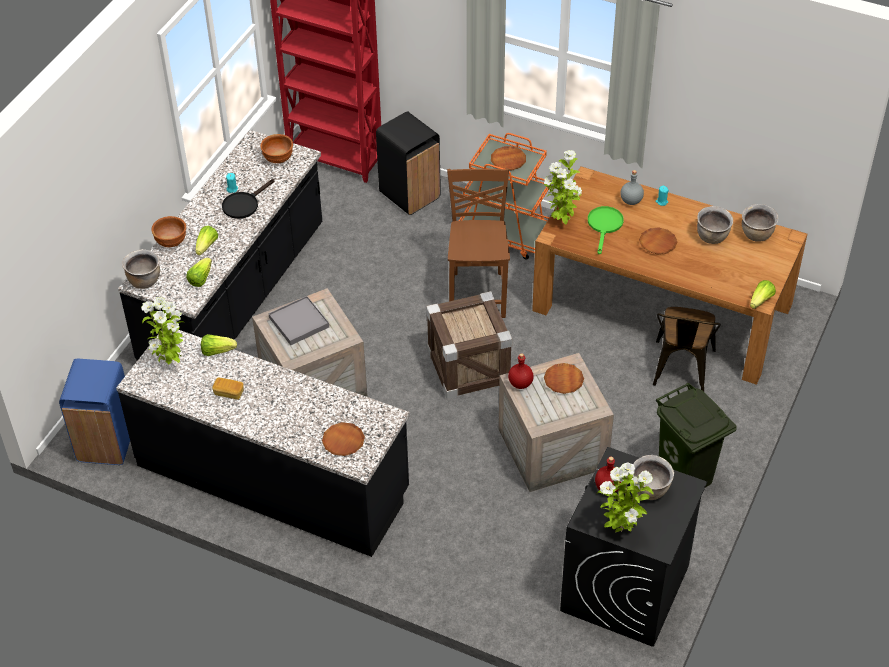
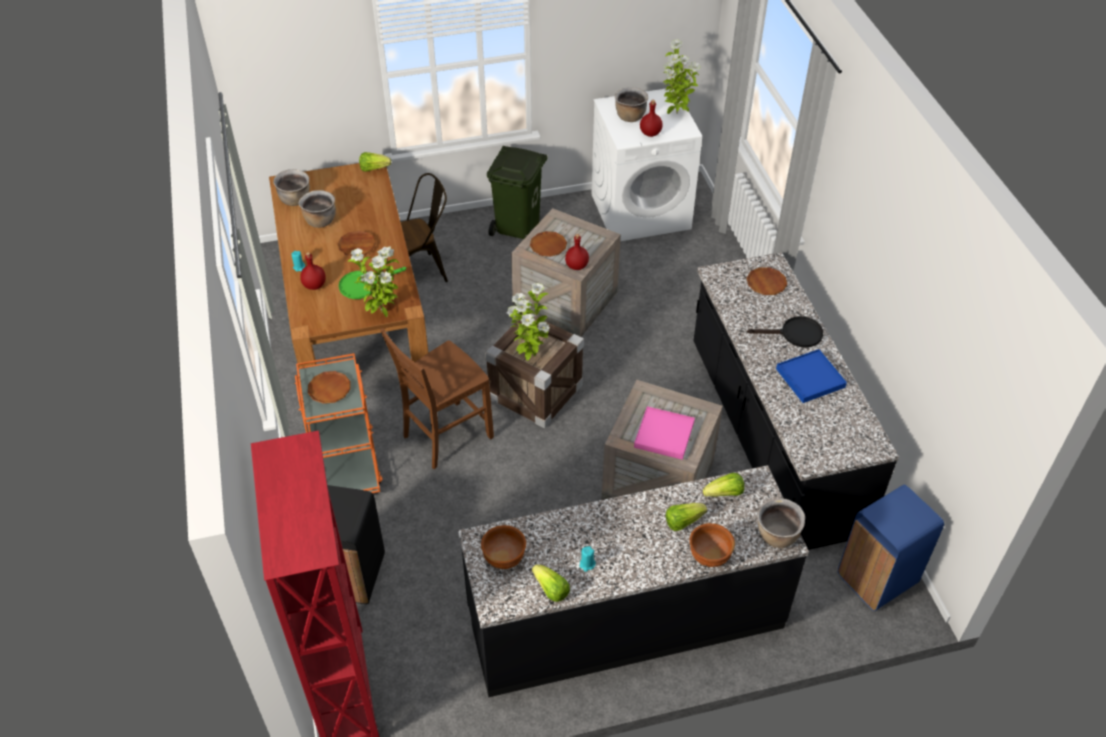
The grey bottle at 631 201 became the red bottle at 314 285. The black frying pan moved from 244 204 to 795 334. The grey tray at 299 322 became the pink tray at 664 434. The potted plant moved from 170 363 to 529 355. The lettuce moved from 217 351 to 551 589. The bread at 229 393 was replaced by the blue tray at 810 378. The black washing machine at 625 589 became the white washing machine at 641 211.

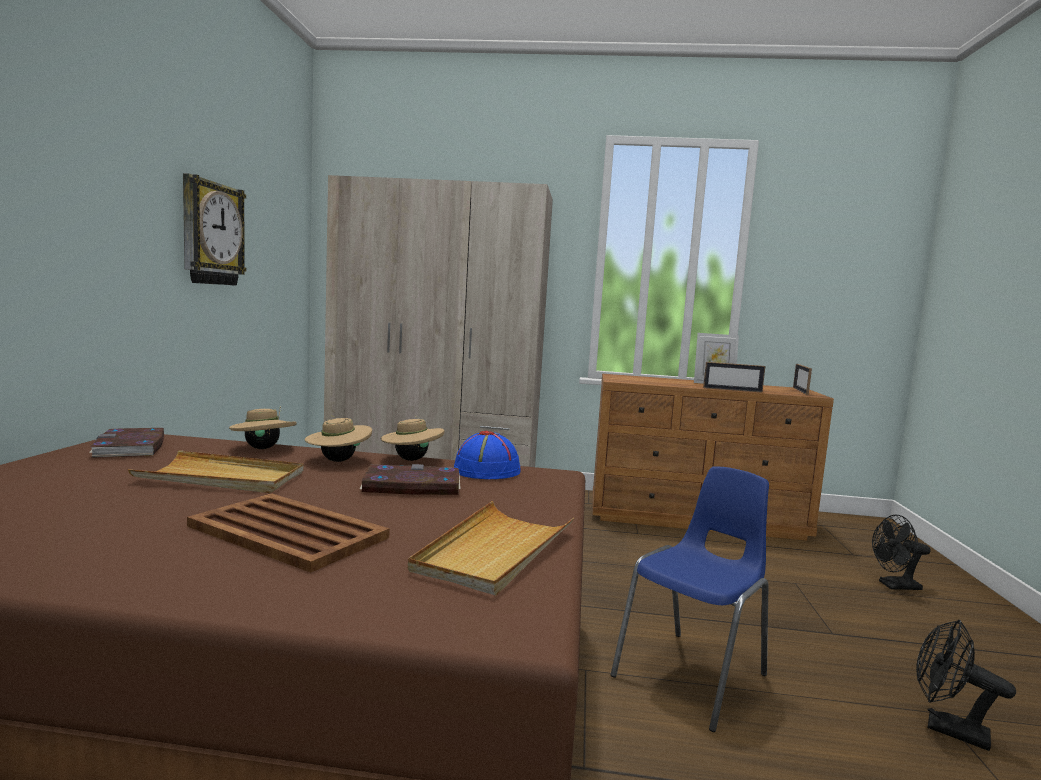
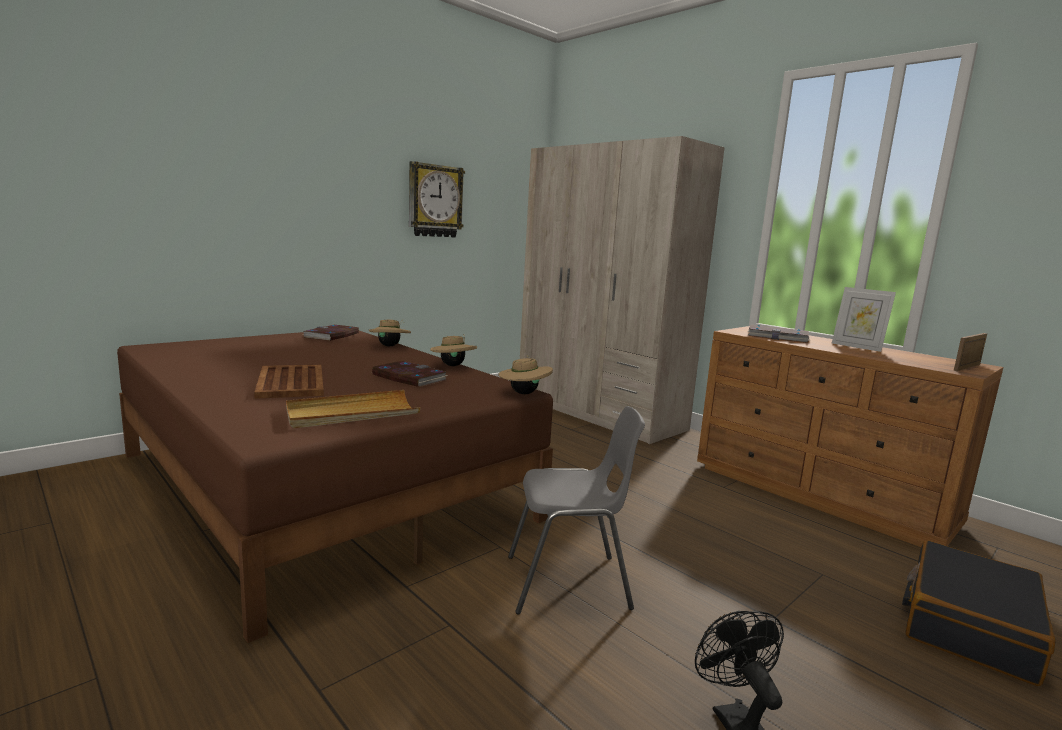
The picture frame at 732 390 disappeared. The beige hat moved from 338 460 to 524 393. The blue hat at 487 470 disappeared. The beige tray at 222 478 disappeared. The blue chair at 693 676 became the grey chair at 569 583. The black fan at 894 586 was replaced by the black suitcase at 968 625. The book at 778 337 appeared.

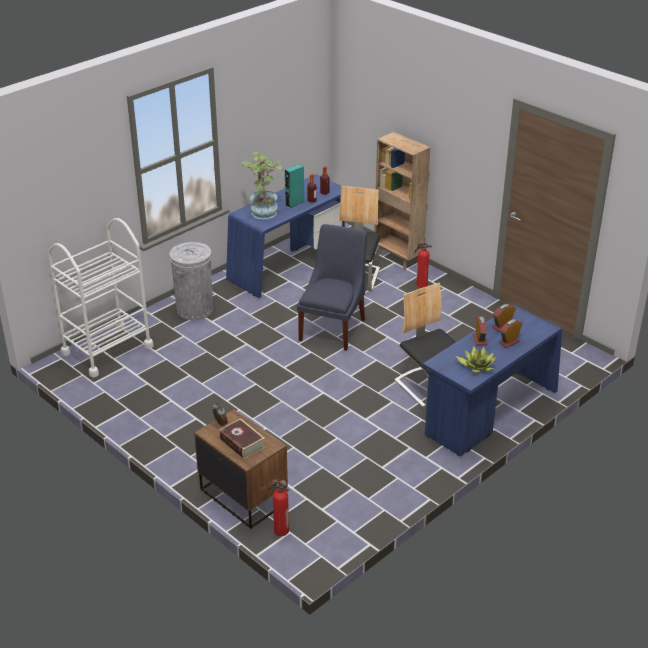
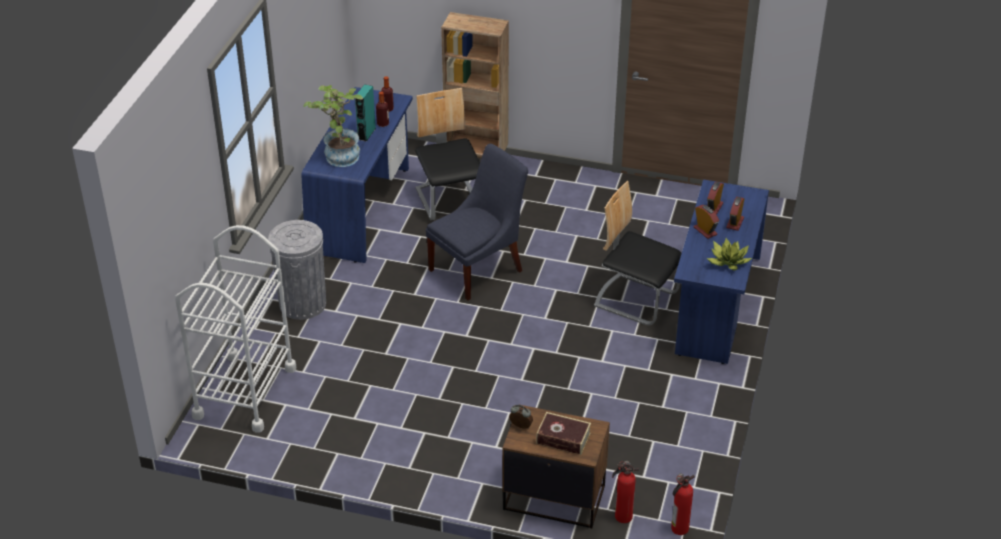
The blue chair at 334 328 turned 60 degrees clockwise. The fire extinguisher moved from 420 284 to 678 529.

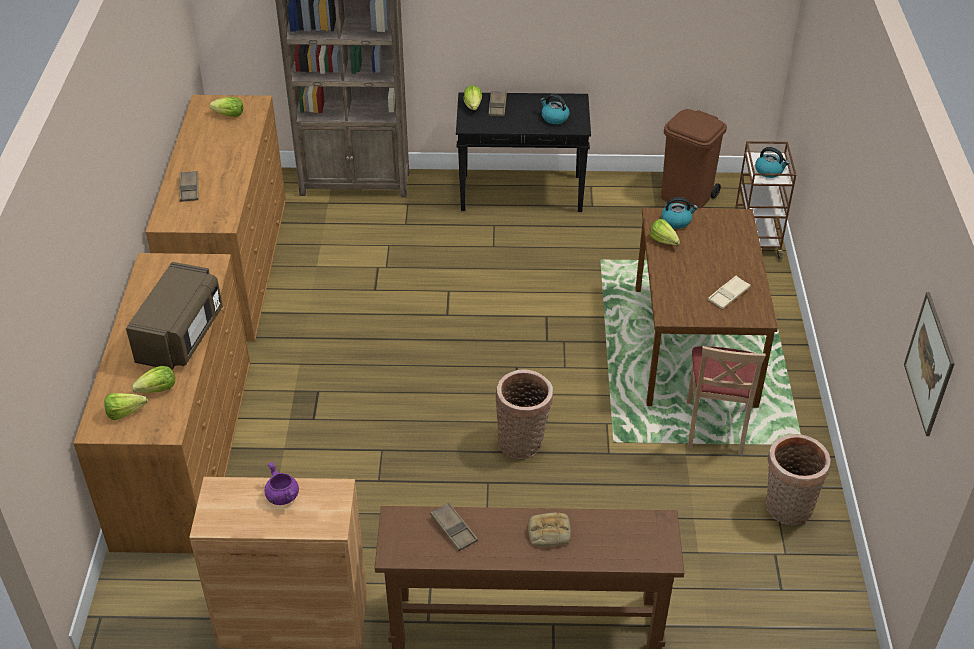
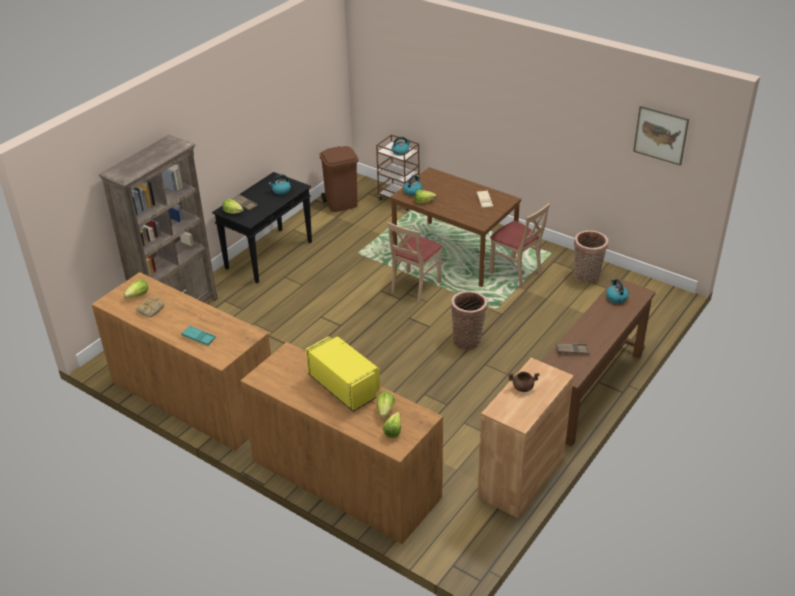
The brown tray at 189 189 became the turquoise tray at 198 337. The brown microwave at 181 336 became the yellow microwave at 345 386. The purple cooking pot at 282 496 became the brown cooking pot at 522 387. The bread moved from 548 533 to 150 309. The beige chair at 415 286 appeared. The kettle at 616 297 appeared.

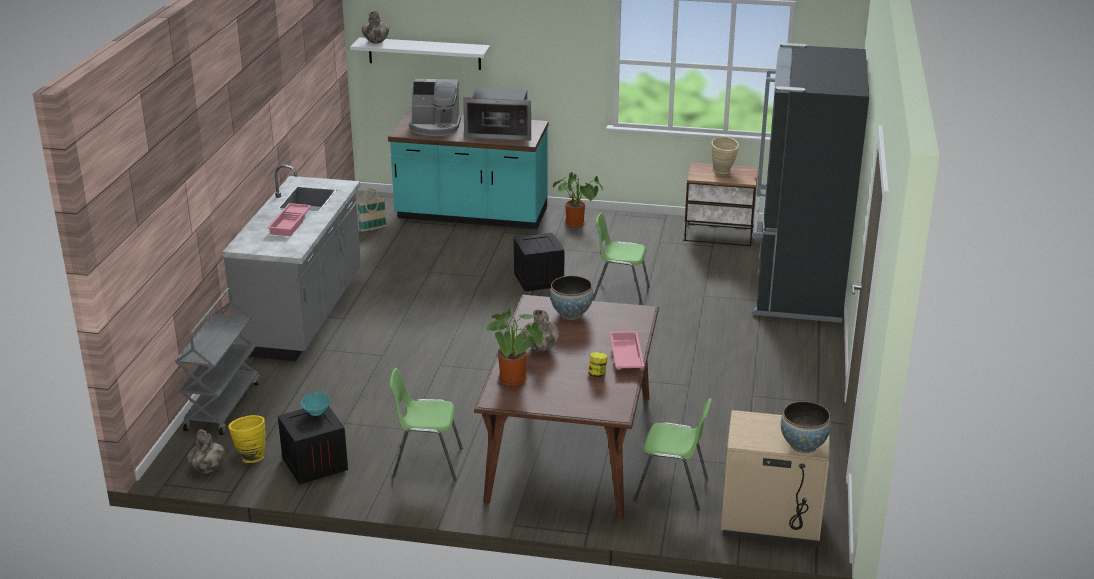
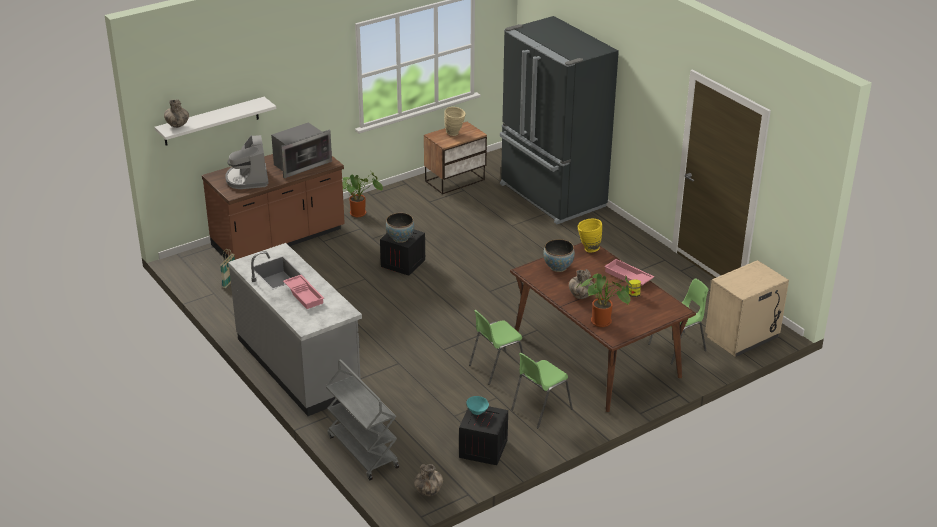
The coffee machine at 435 127 turned 120 degrees clockwise. The turquoise counter at 471 214 became the brown counter at 279 239. The green chair moved from 620 294 to 497 367. The bowl moved from 803 445 to 400 238. The yellow vase moved from 250 457 to 588 249.

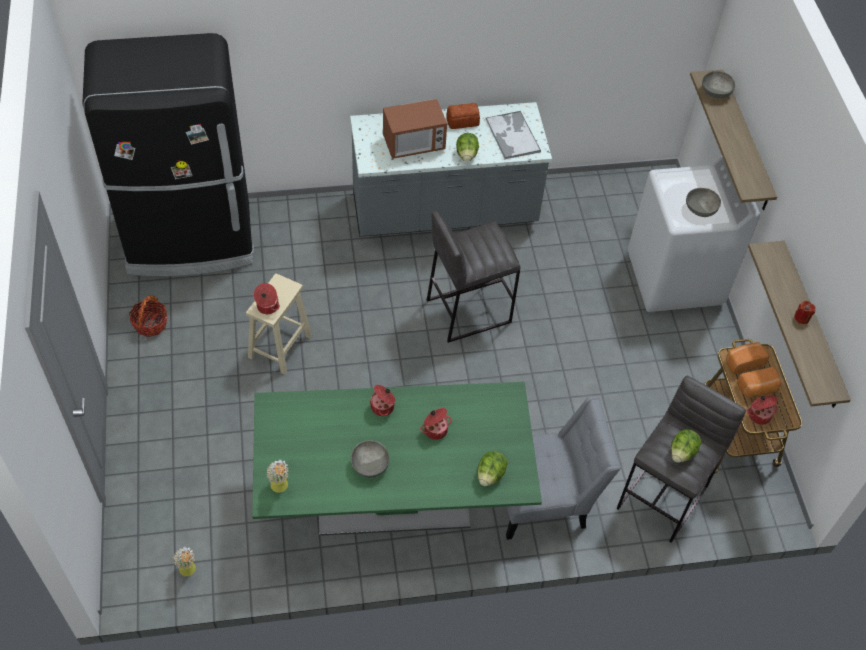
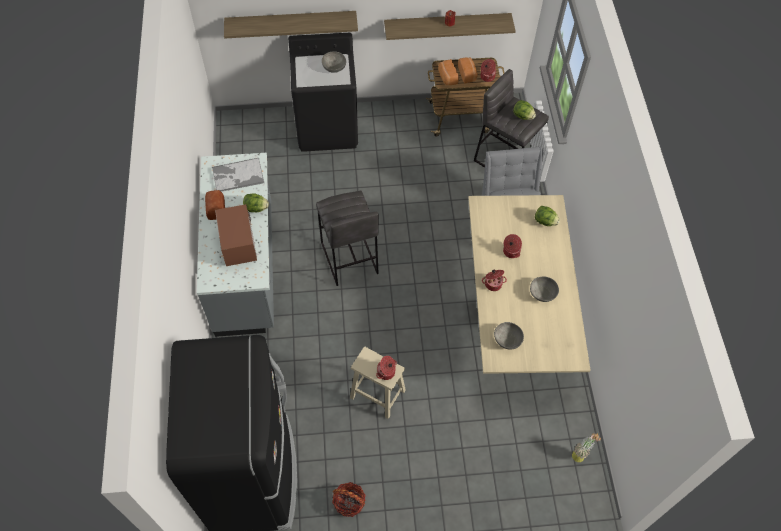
The grey bowl moved from 715 92 to 507 340. The white washing machine at 674 278 became the black washing machine at 327 127. The green dining table at 393 499 became the beige dining table at 513 316. The potted plant at 281 488 disappeared.

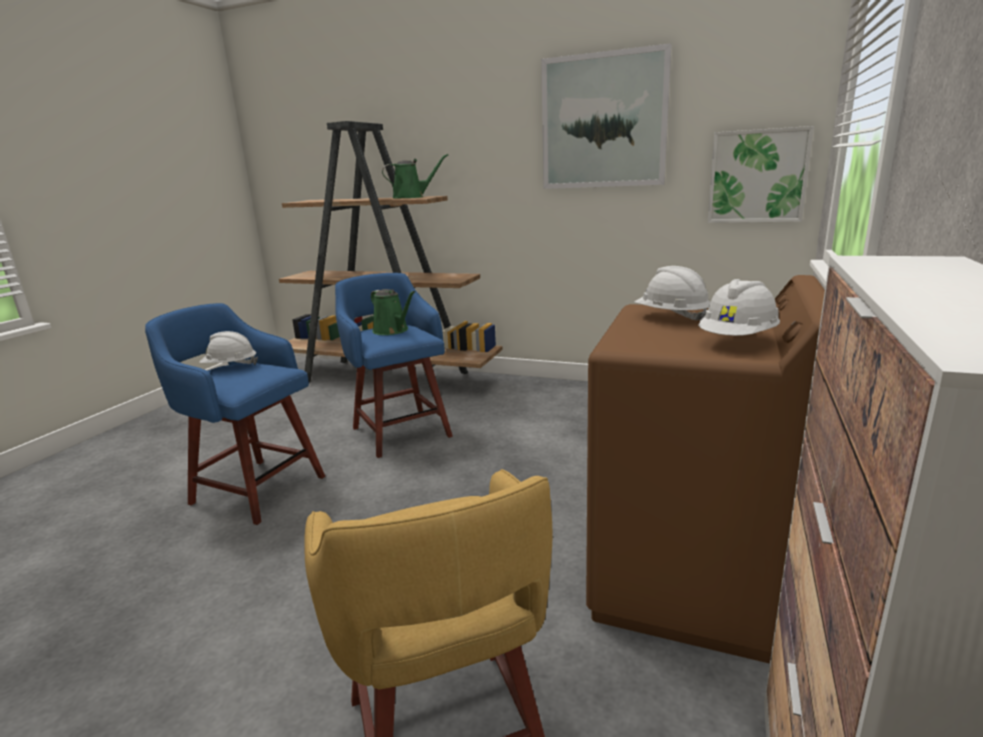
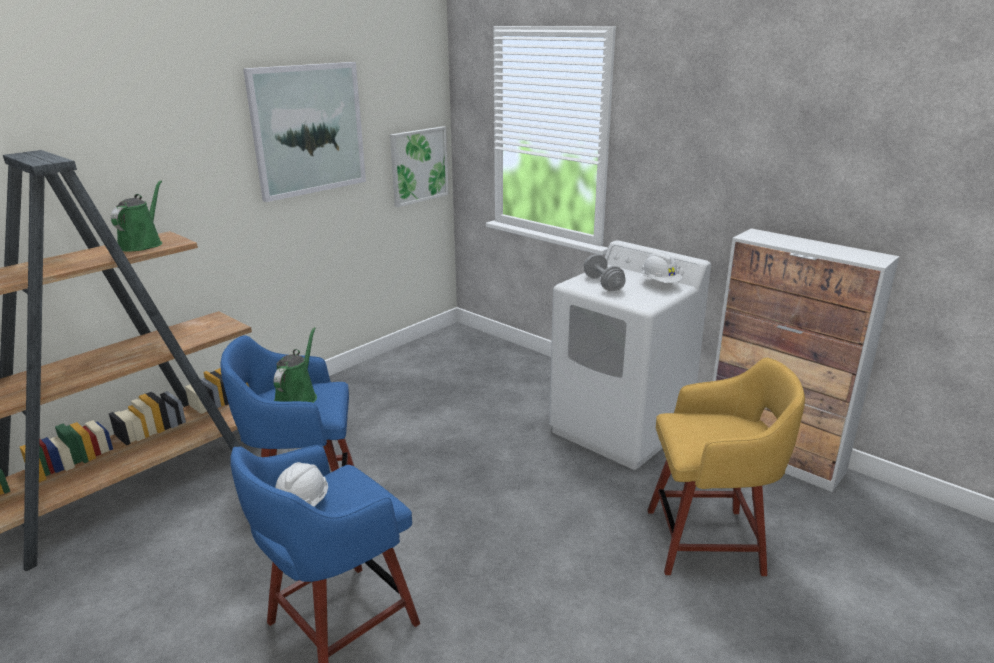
The white hard hat at 671 318 was replaced by the grey dumbbell at 603 284. The brown washing machine at 690 583 became the white washing machine at 620 429. The green watering can at 392 331 turned 60 degrees counterclockwise.

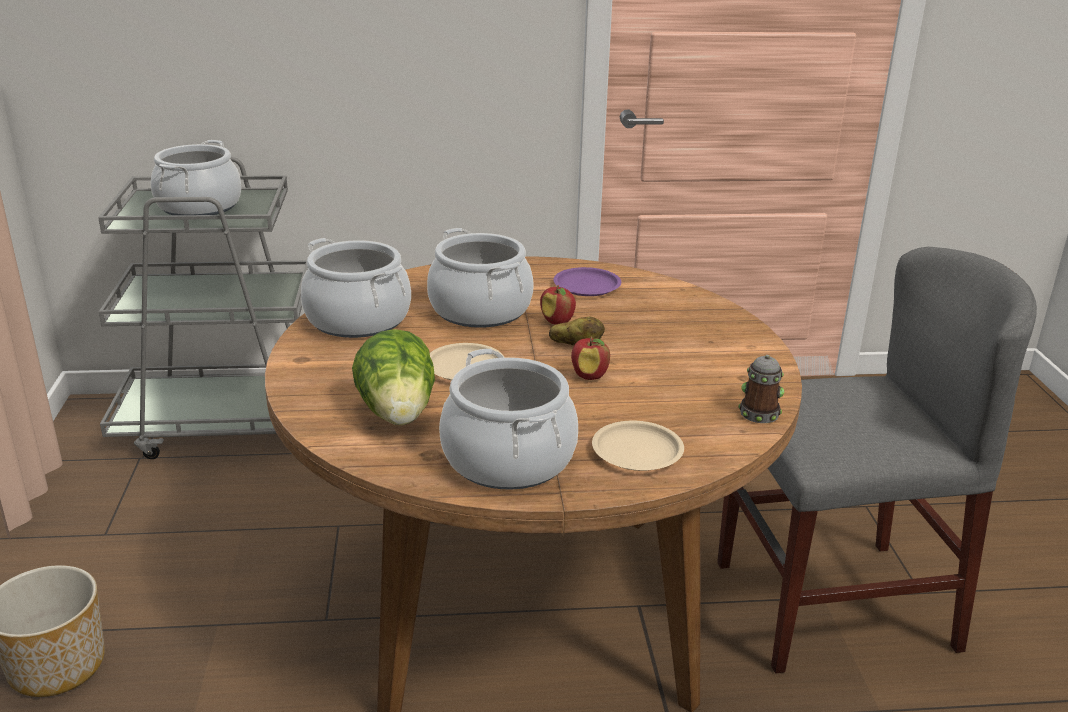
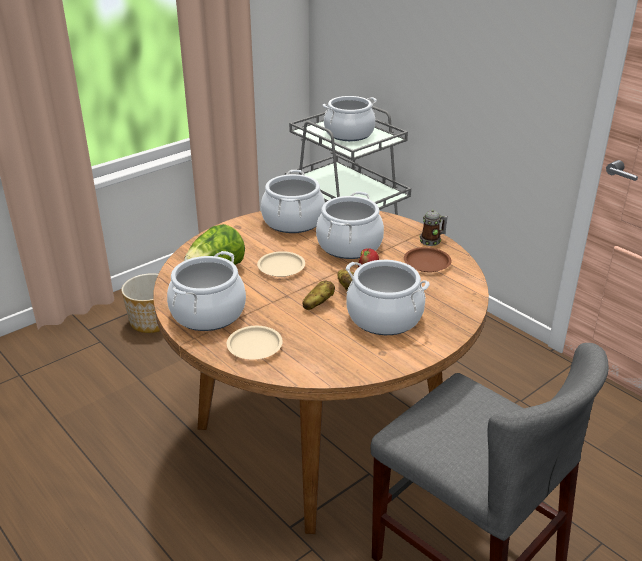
The purple plate at 587 286 became the brown plate at 427 263. The apple at 589 376 was replaced by the potato at 318 304. The mug moved from 759 411 to 432 240. The cooking pot at 384 317 appeared.

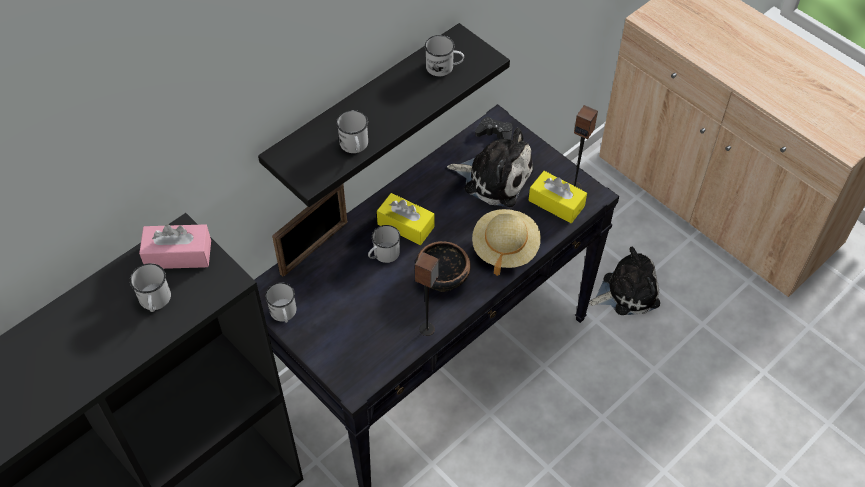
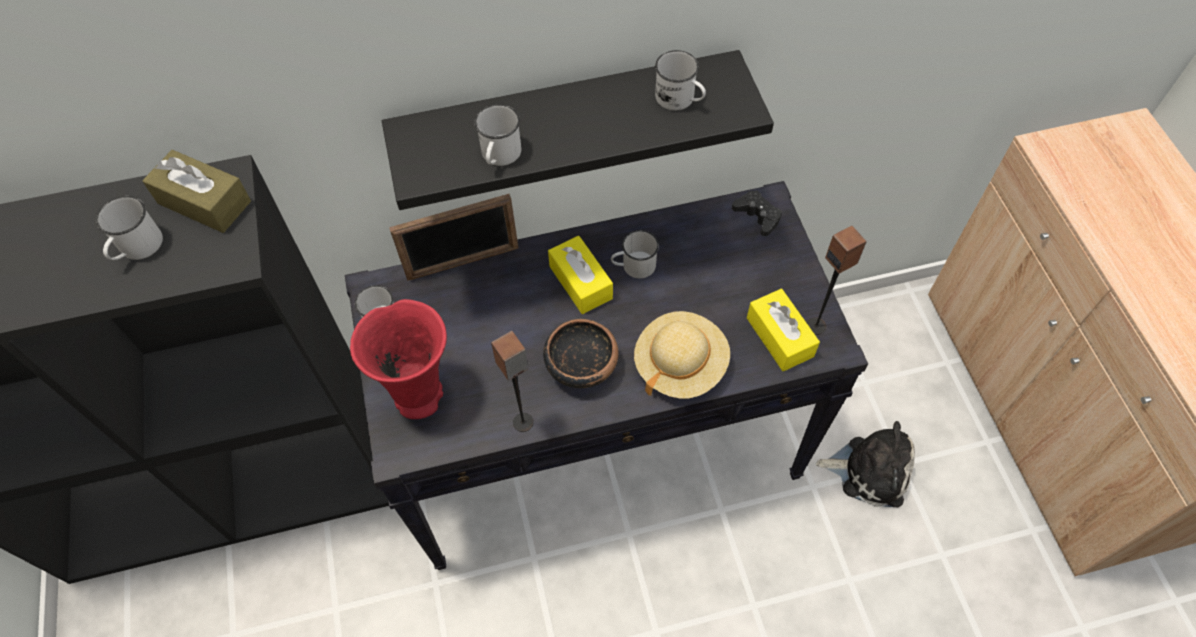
The plush toy at 494 177 disappeared. The pink tissue box at 178 254 became the brown tissue box at 204 202. The white mug moved from 383 255 to 633 266. The red vase at 421 396 appeared.

